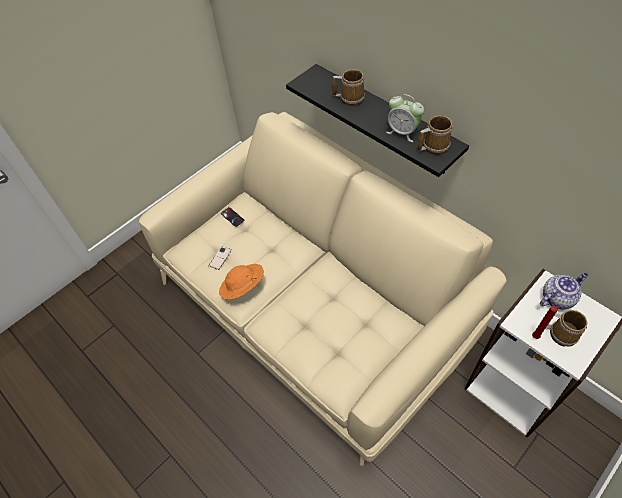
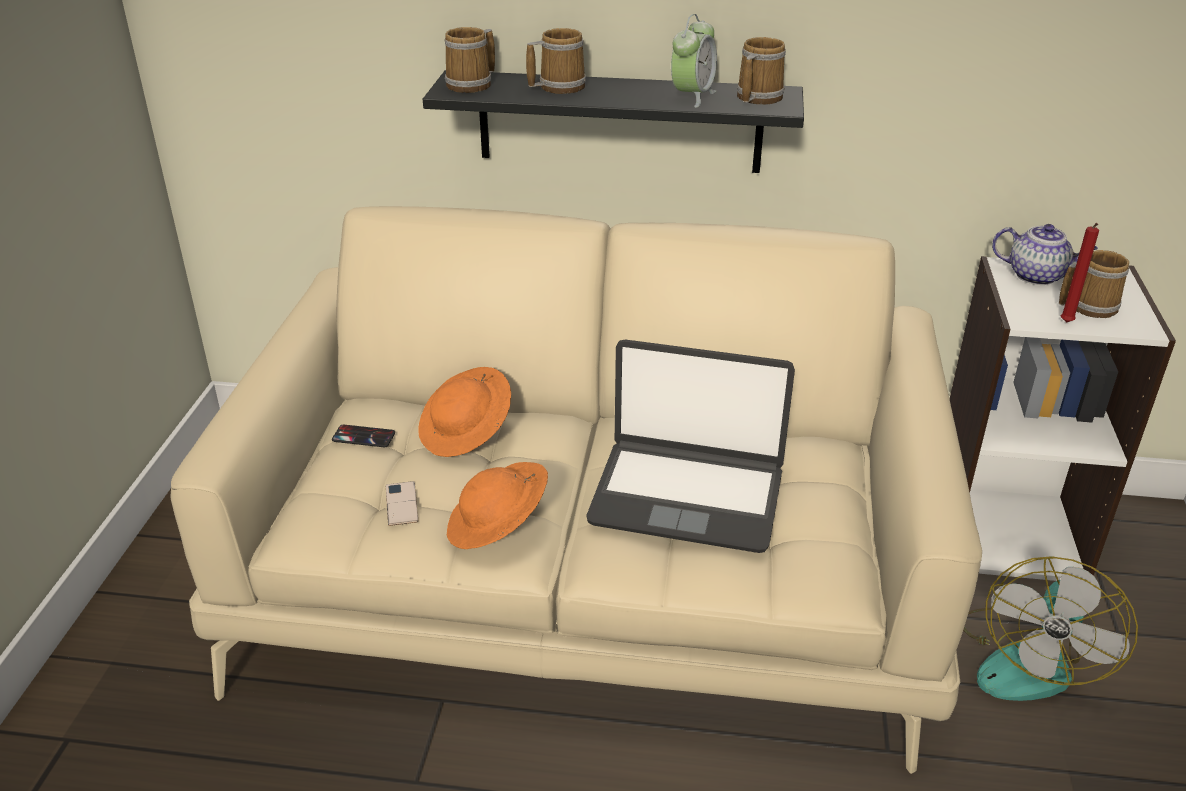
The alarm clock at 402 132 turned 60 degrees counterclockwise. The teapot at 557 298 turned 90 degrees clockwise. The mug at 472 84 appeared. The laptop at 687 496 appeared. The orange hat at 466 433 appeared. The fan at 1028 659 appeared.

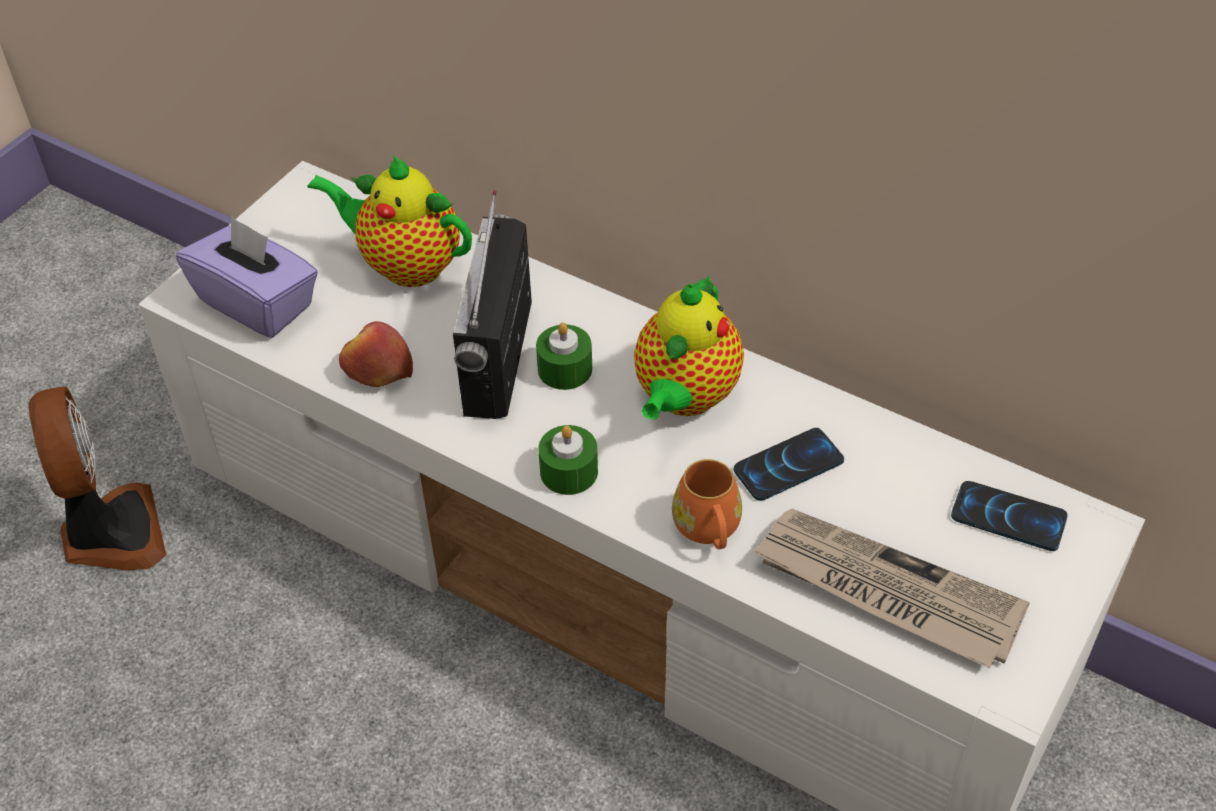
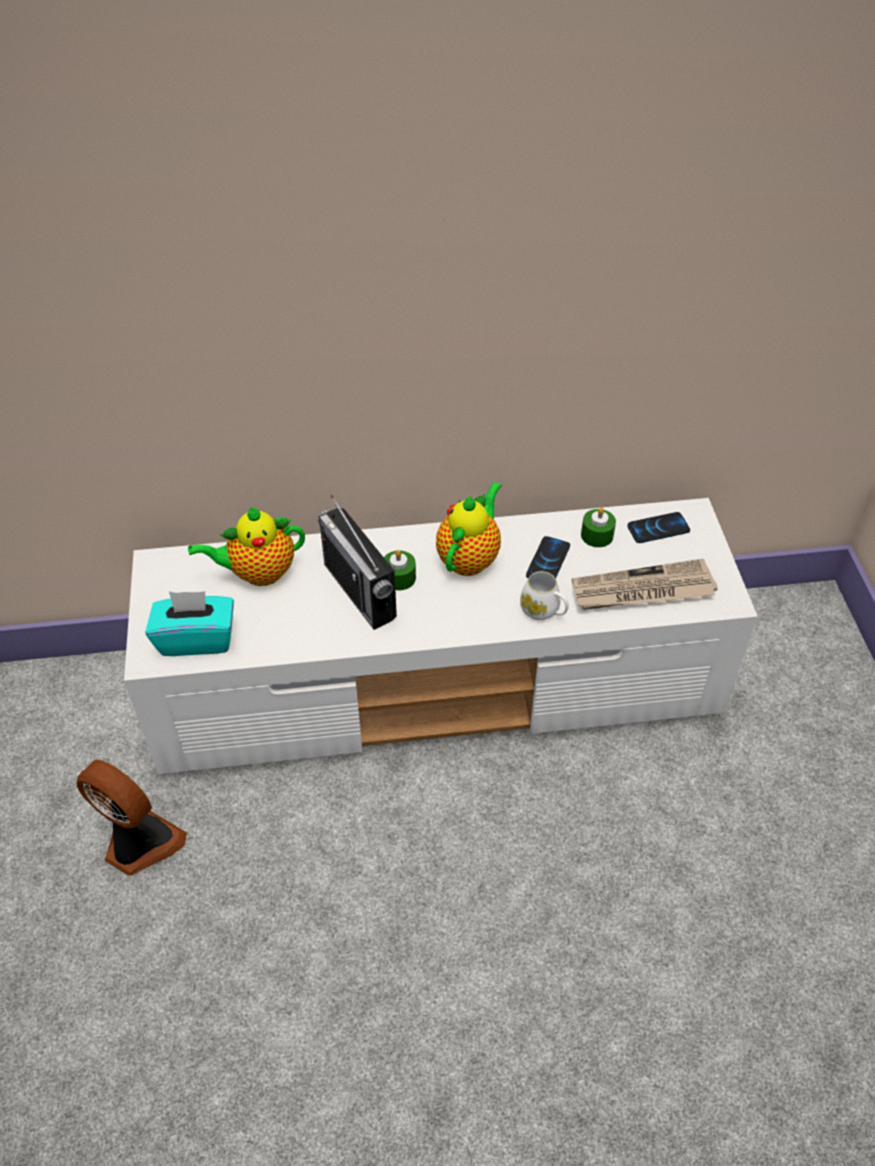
The purple tissue box at 258 303 became the turquoise tissue box at 196 639. The teapot at 684 398 turned 135 degrees counterclockwise. The apple at 377 369 disappeared. The green candle moved from 569 471 to 597 535. The orange mug at 708 530 became the white mug at 543 611.

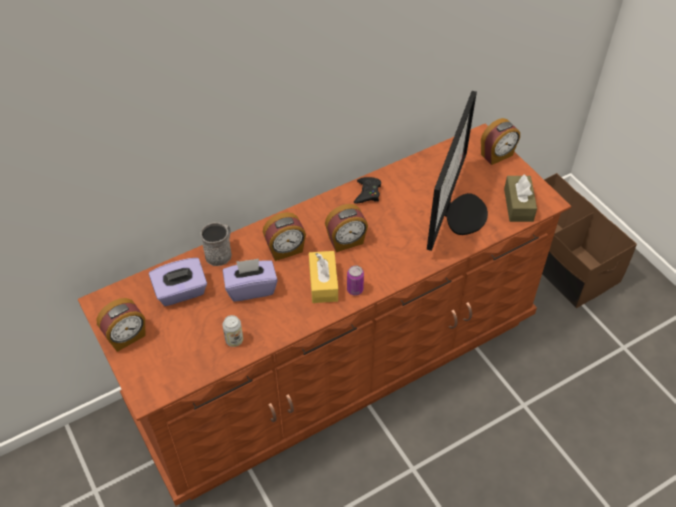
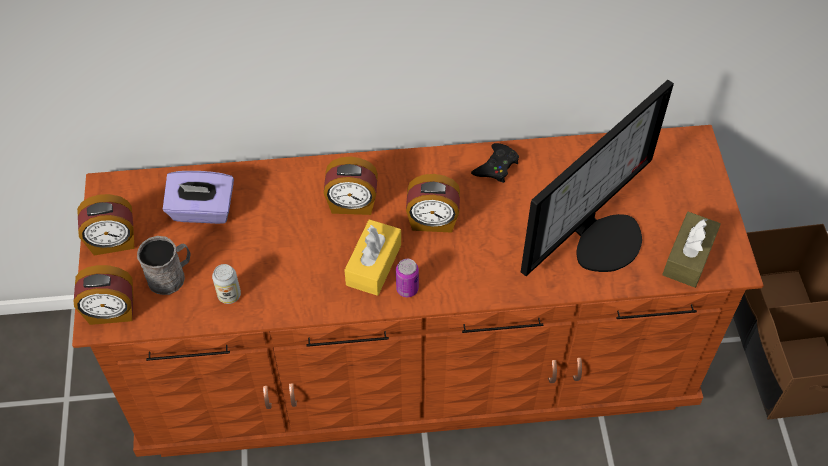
The alarm clock moved from 497 155 to 111 312. The grey mug moved from 220 252 to 171 276. The purple tissue box at 251 288 disappeared.

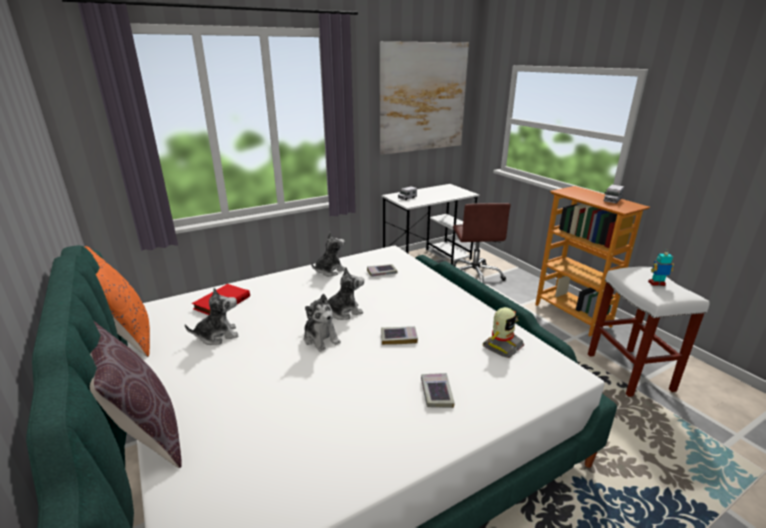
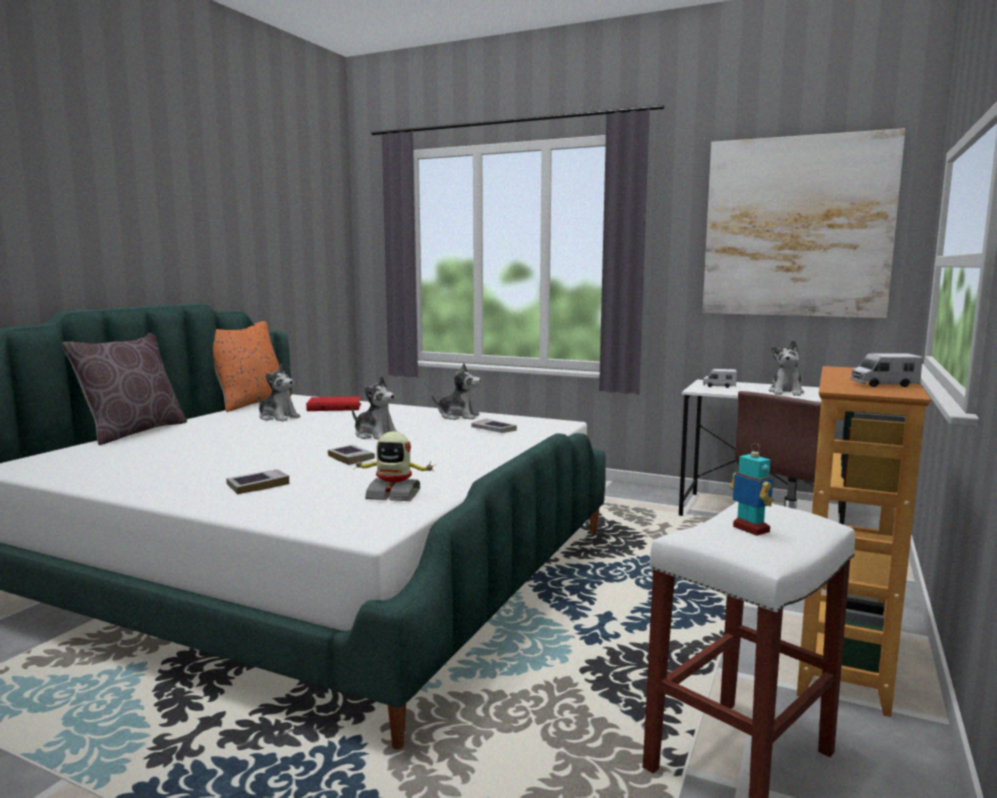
The plush toy moved from 321 338 to 786 392.

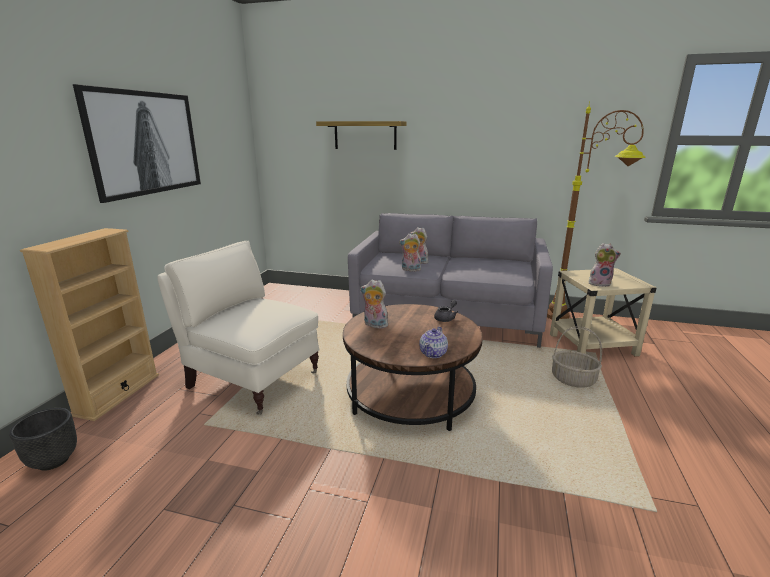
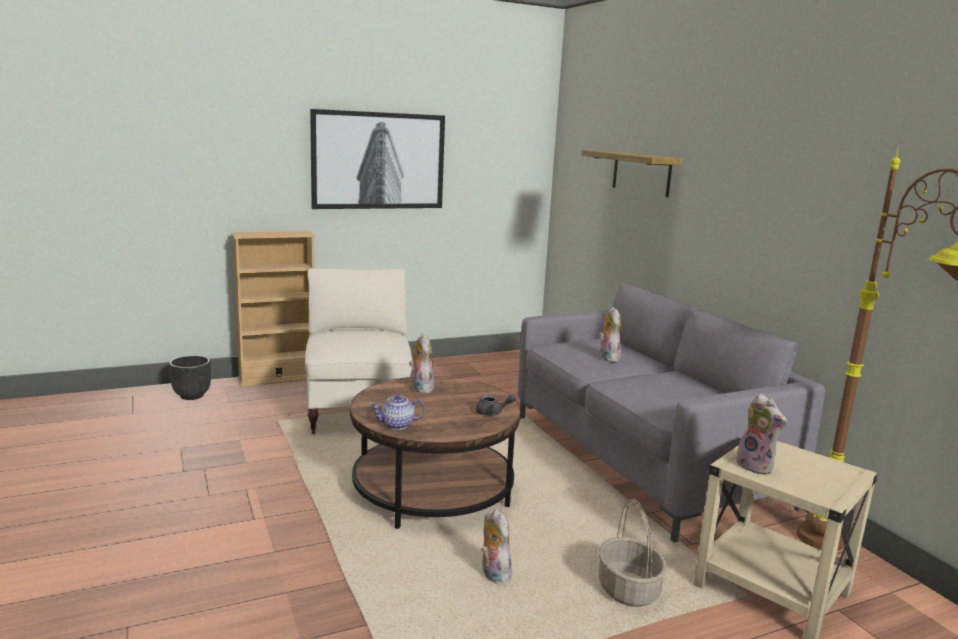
The plush toy moved from 410 270 to 493 575.

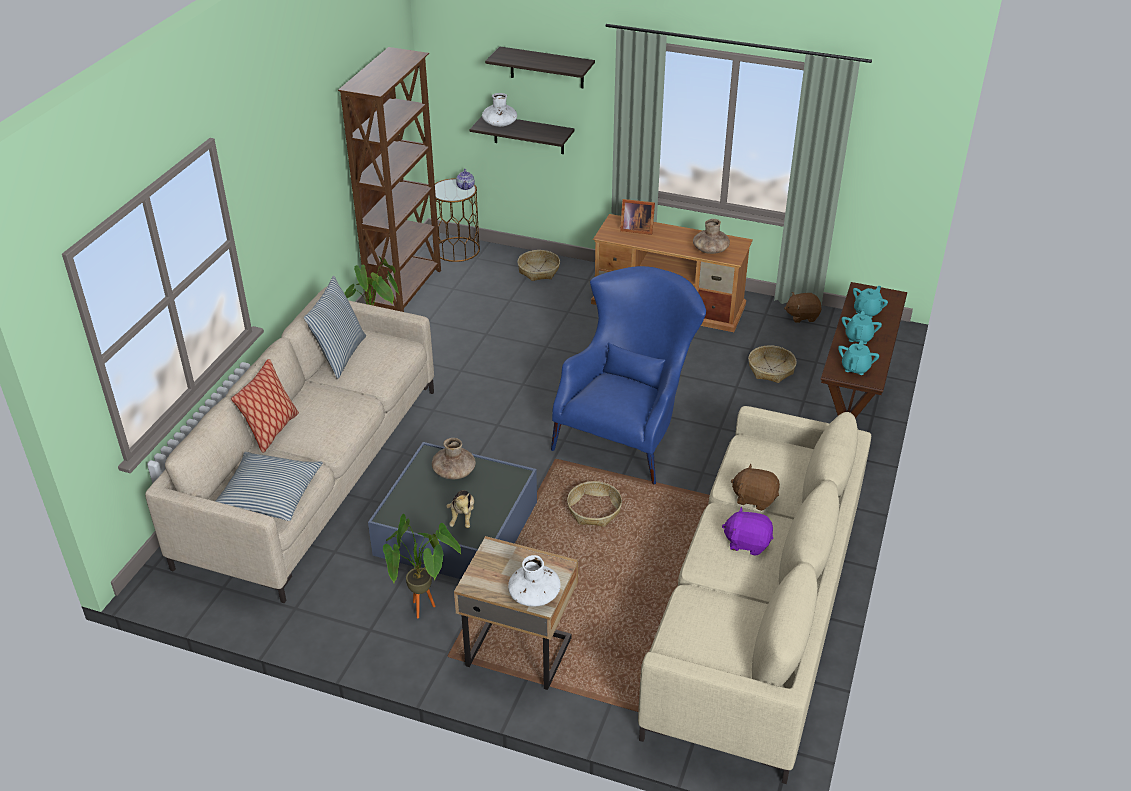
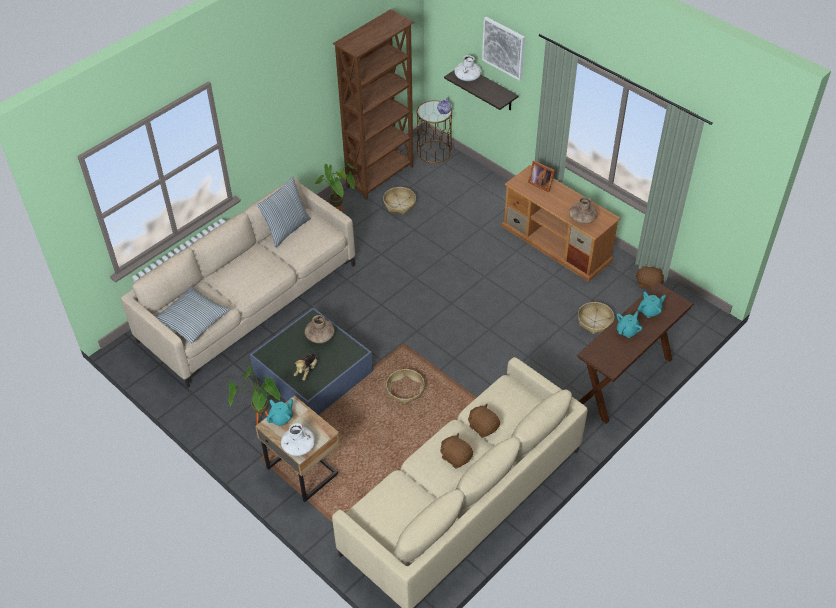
The shelf at 547 67 was replaced by the picture at 504 48. The basket moved from 539 271 to 399 204. The blue armchair at 628 431 disappeared. The turquoise teapot moved from 855 368 to 281 418. The pillow at 272 431 disappeared. The purple plush toy at 747 542 became the brown plush toy at 456 457.

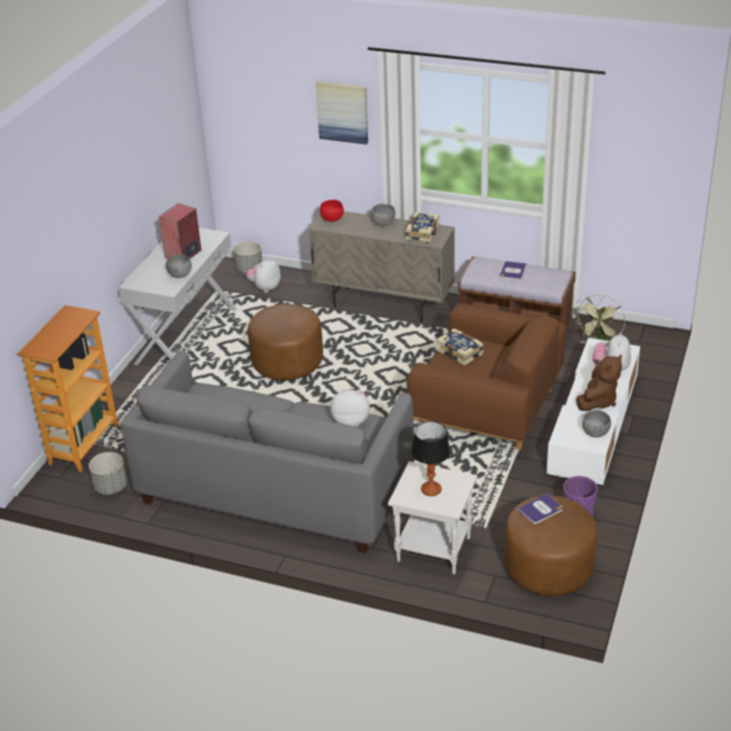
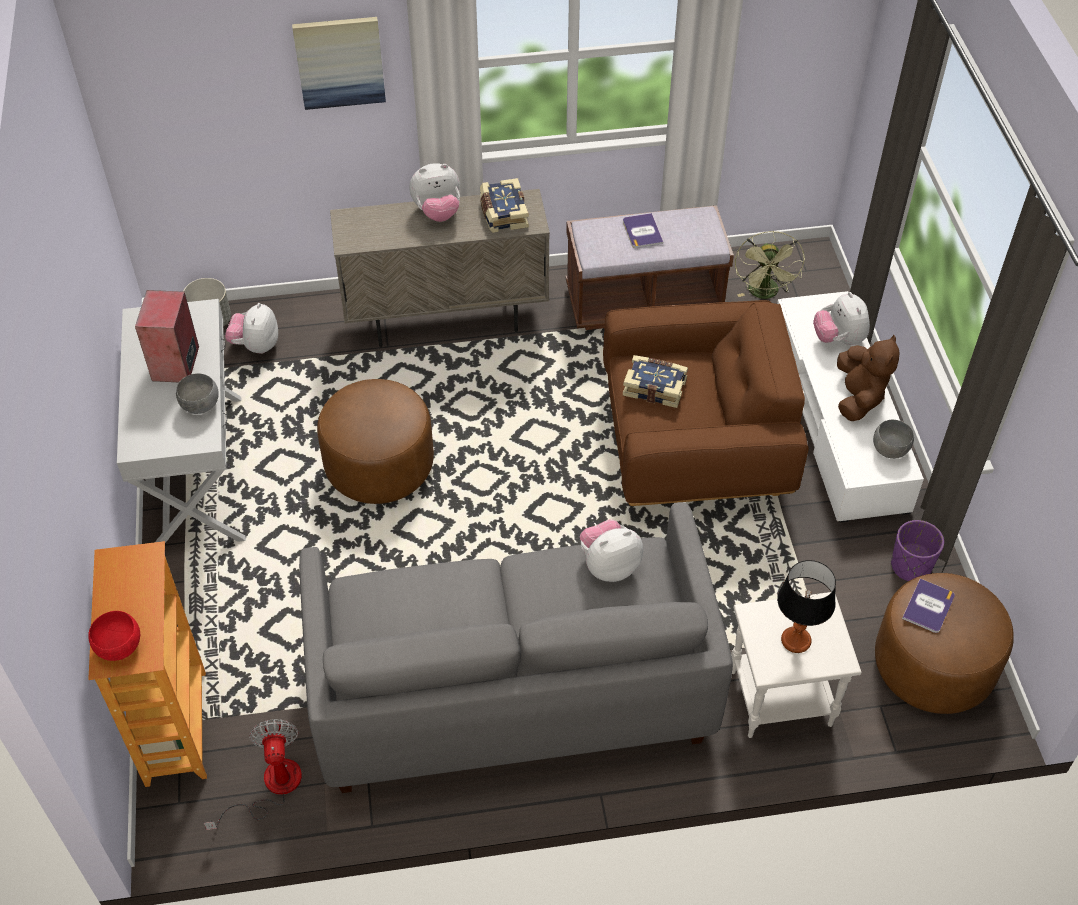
The red bowl moved from 332 219 to 120 648. The grey bowl at 384 223 was replaced by the plush toy at 437 212. The grey planter at 110 487 was replaced by the fan at 271 787.

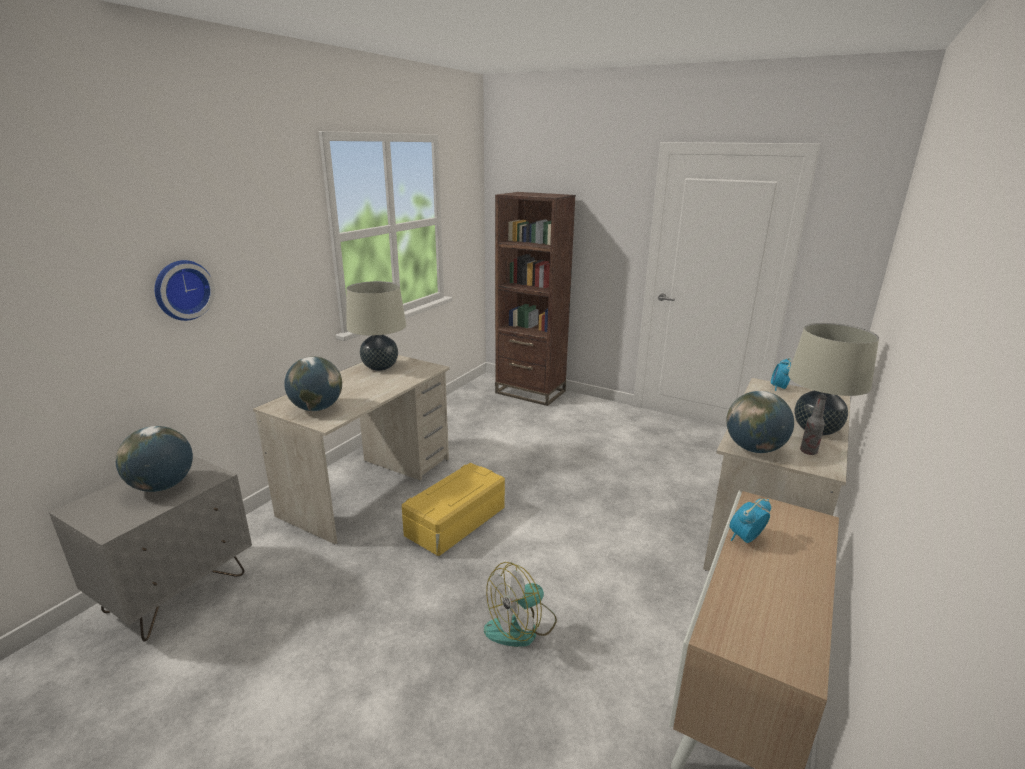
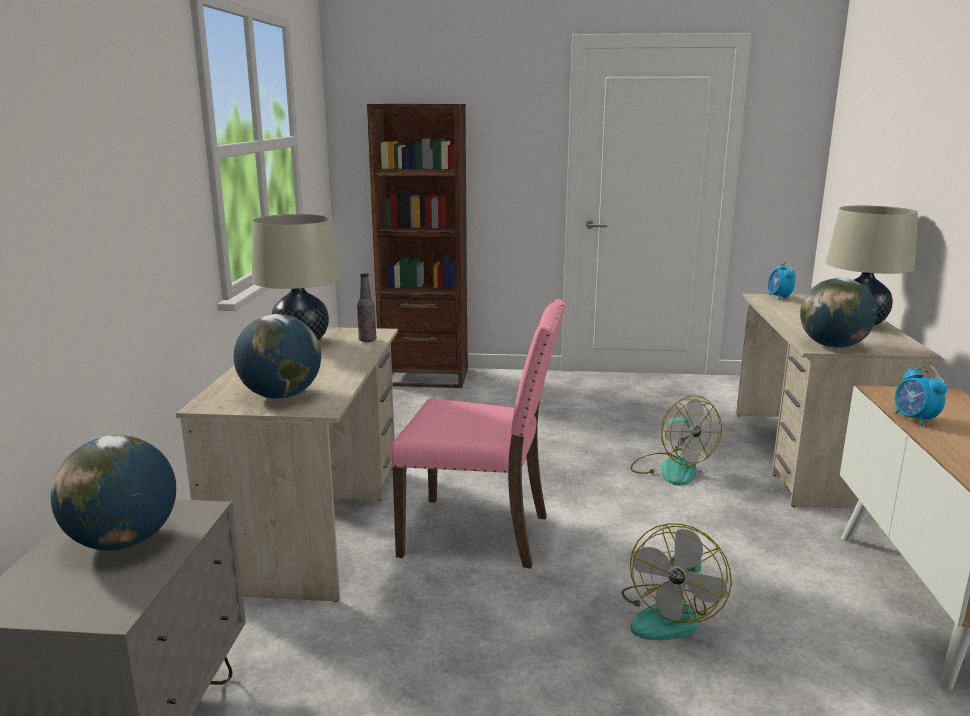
The wall clock at 182 290 disappeared. The bottle moved from 808 452 to 367 340. The yellow storage box at 456 523 was replaced by the pink chair at 479 534. The alarm clock at 745 538 turned 45 degrees counterclockwise. The fan at 671 468 appeared.

